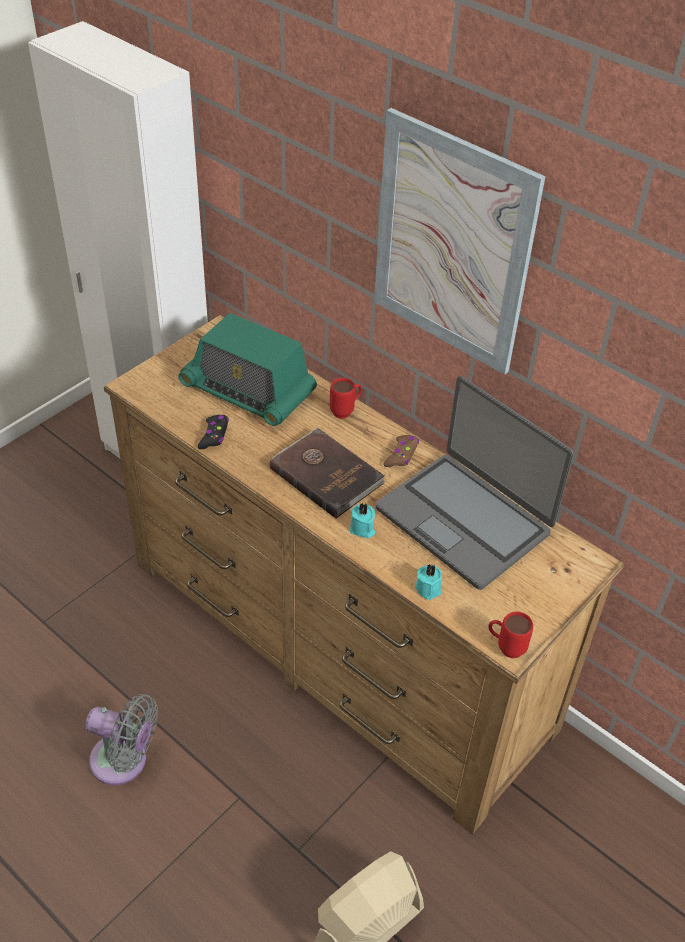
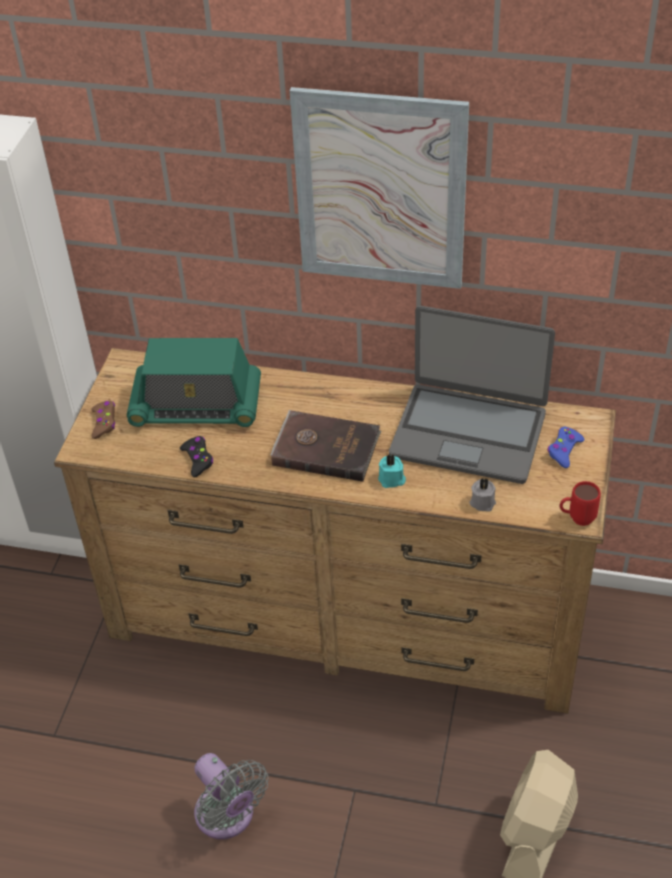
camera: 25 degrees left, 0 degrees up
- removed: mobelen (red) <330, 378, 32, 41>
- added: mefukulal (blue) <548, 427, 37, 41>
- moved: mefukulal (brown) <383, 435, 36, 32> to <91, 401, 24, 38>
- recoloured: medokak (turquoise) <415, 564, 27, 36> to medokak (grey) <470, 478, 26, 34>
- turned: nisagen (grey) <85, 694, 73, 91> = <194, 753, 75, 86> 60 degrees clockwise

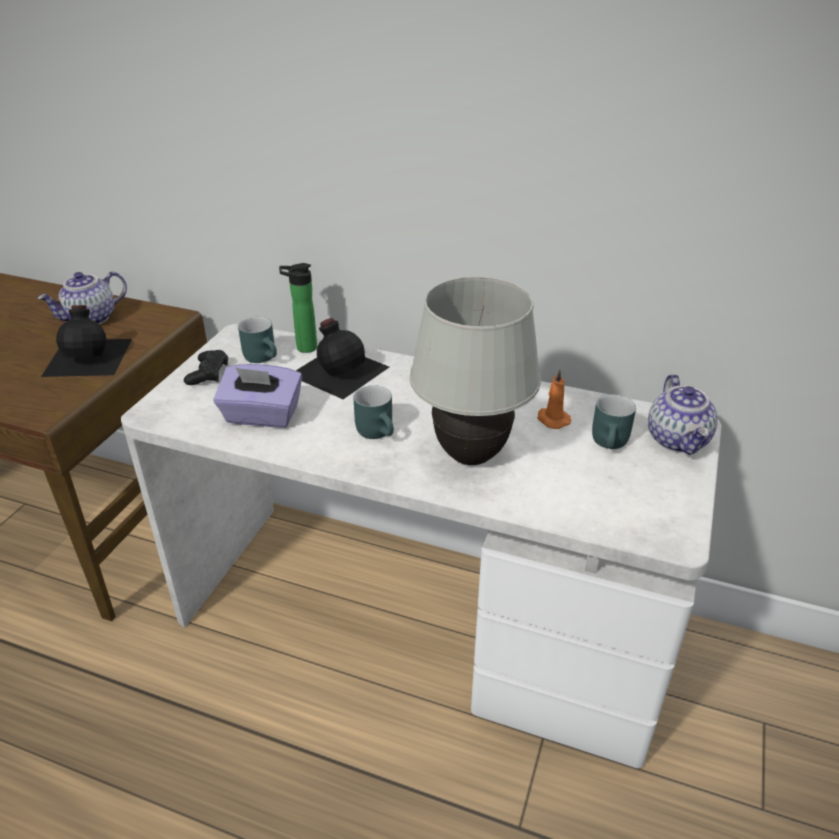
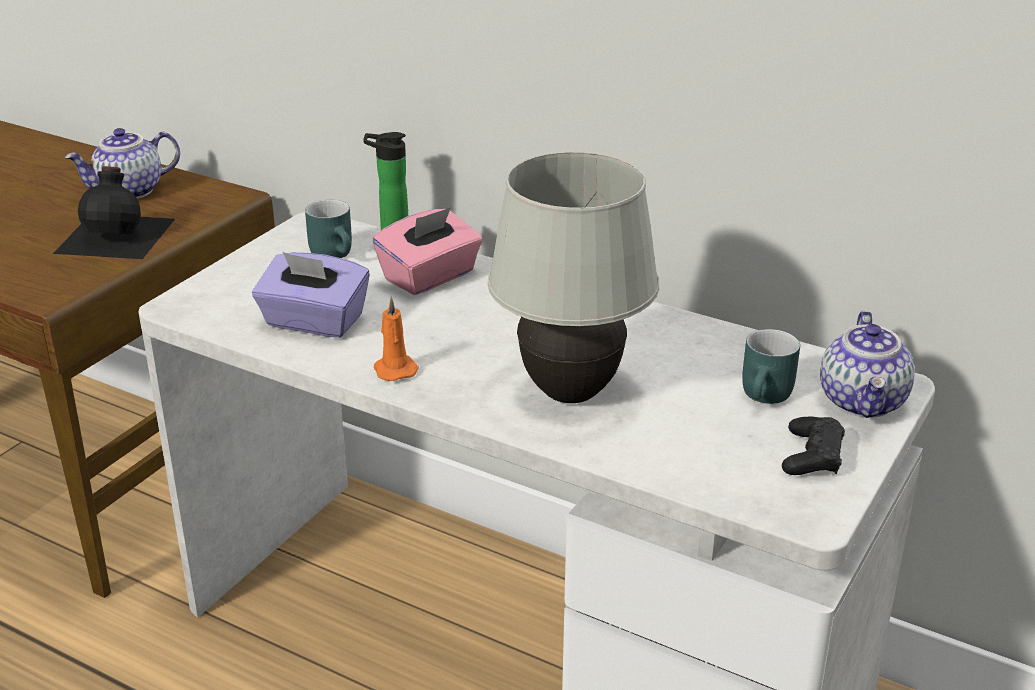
camera: 10 degrees right, 5 degrees down
- removed: mobelen (turquoise) <353, 385, 41, 54>
- moved: mefukulal (black) <184, 350, 44, 35> to <782, 417, 63, 58>
- moved: medokak (orange) <537, 369, 34, 60> to <374, 297, 45, 84>
- replaced: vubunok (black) <296, 318, 93, 81> to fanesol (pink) <373, 207, 110, 88>

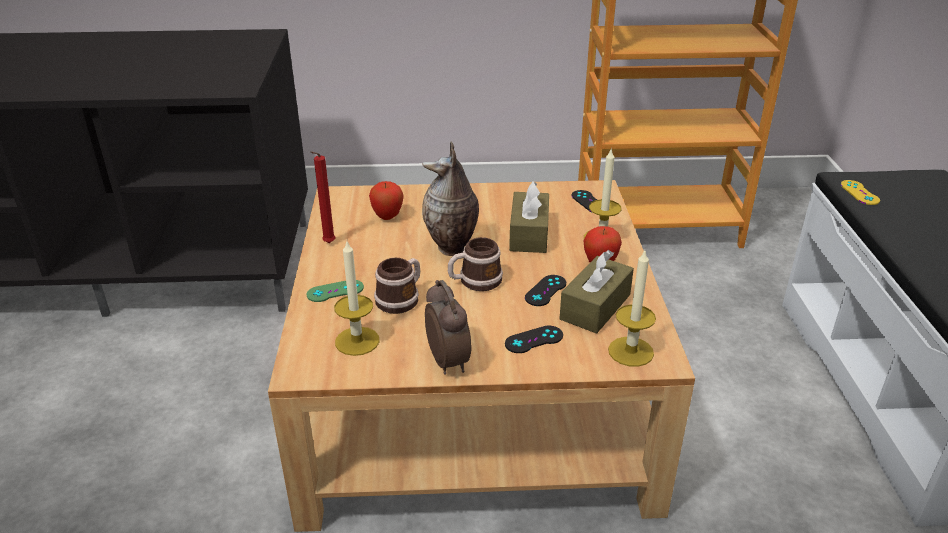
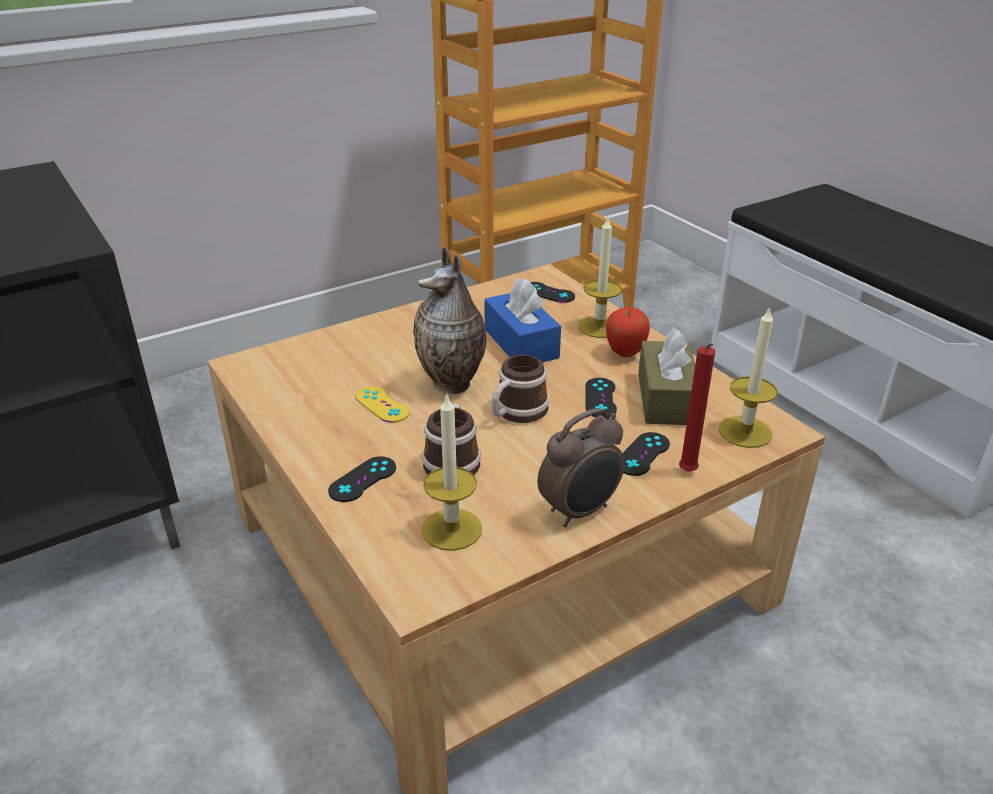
camera: 30 degrees left, 0 degrees up
- removed: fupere <369, 181, 35, 39>
- moved: medokak (red) <310, 151, 25, 92> to <679, 343, 36, 129>
- moved: mefukulal (yellow) <841, 180, 39, 25> to <355, 387, 54, 36>
- recoloured: mefukulal (green) <307, 280, 57, 22> to mefukulal (black) <328, 456, 68, 46>
- recoloured: fanesol (brown) <509, 182, 40, 71> to fanesol (blue) <484, 278, 77, 84>
- turned: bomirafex <425, 280, 46, 95> = <537, 408, 87, 119> 105 degrees clockwise

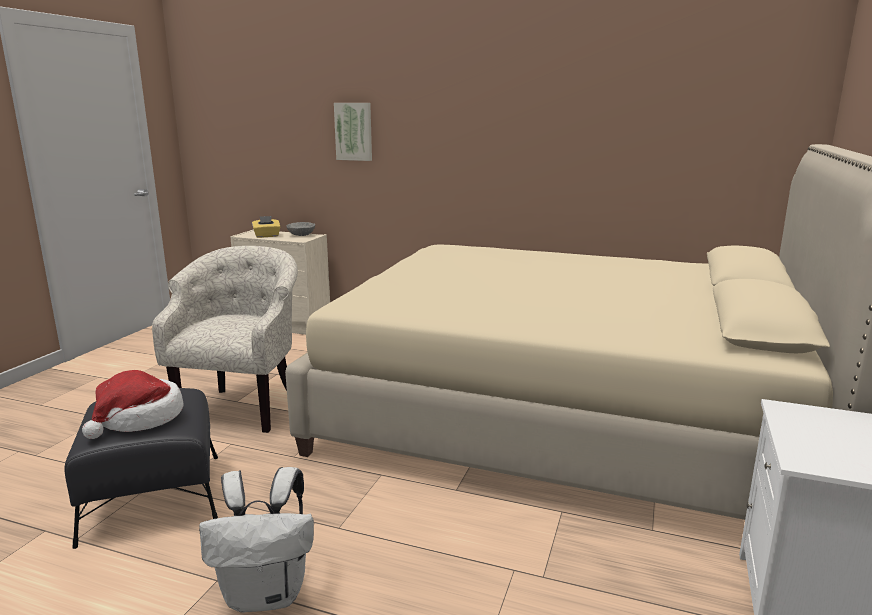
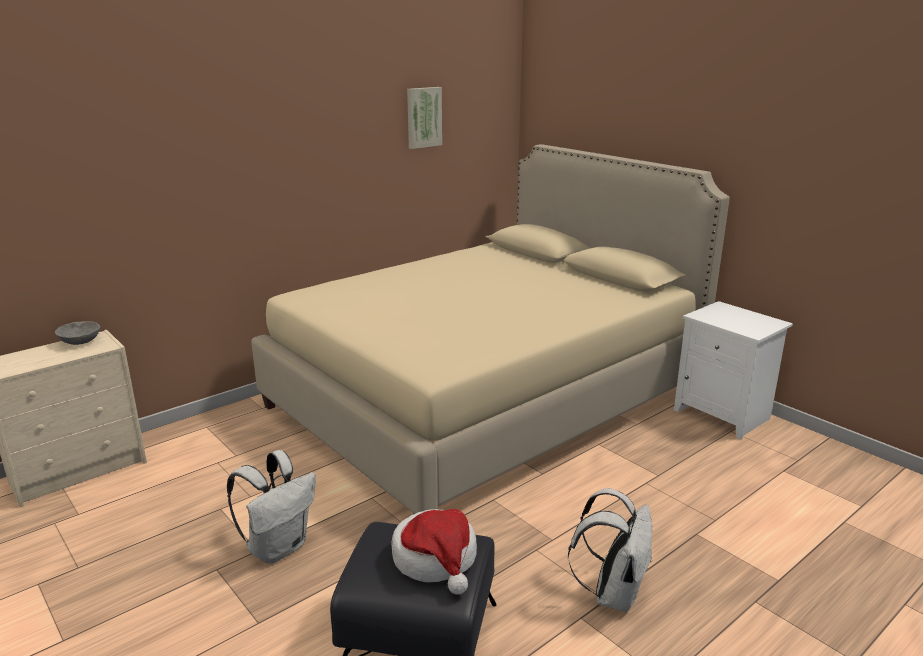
camera: 60 degrees left, 5 degrees up
- removed: fanesol (yellow) <252, 216, 28, 22>
- moved: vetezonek <334, 103, 38, 58> to <407, 87, 35, 62>
- replaced: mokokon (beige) <152, 246, 146, 187> to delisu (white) <227, 450, 89, 113>

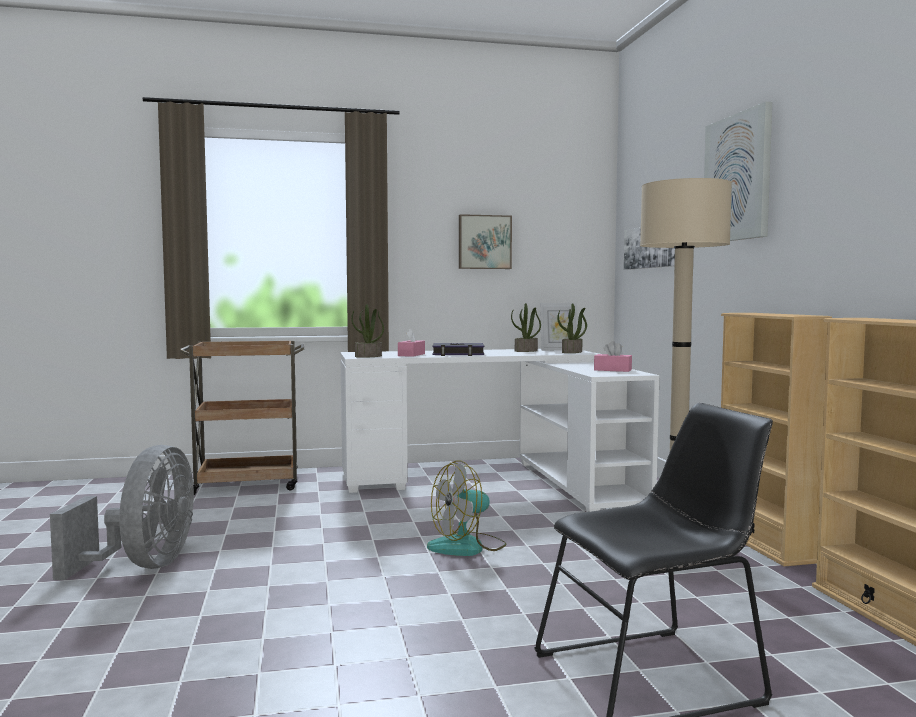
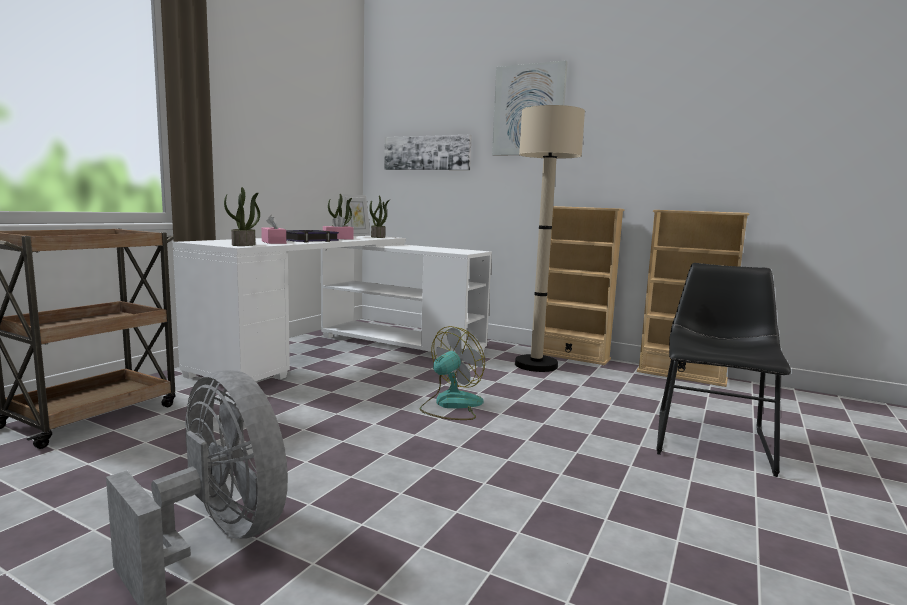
camera: 50 degrees left, 5 degrees up
- removed: vetezonek <459, 214, 53, 55>
- moved: fanesol (pink) <594, 341, 38, 31> to <323, 215, 31, 24>
- turned: nisagen <427, 460, 79, 96> = <420, 326, 65, 94> 150 degrees counterclockwise

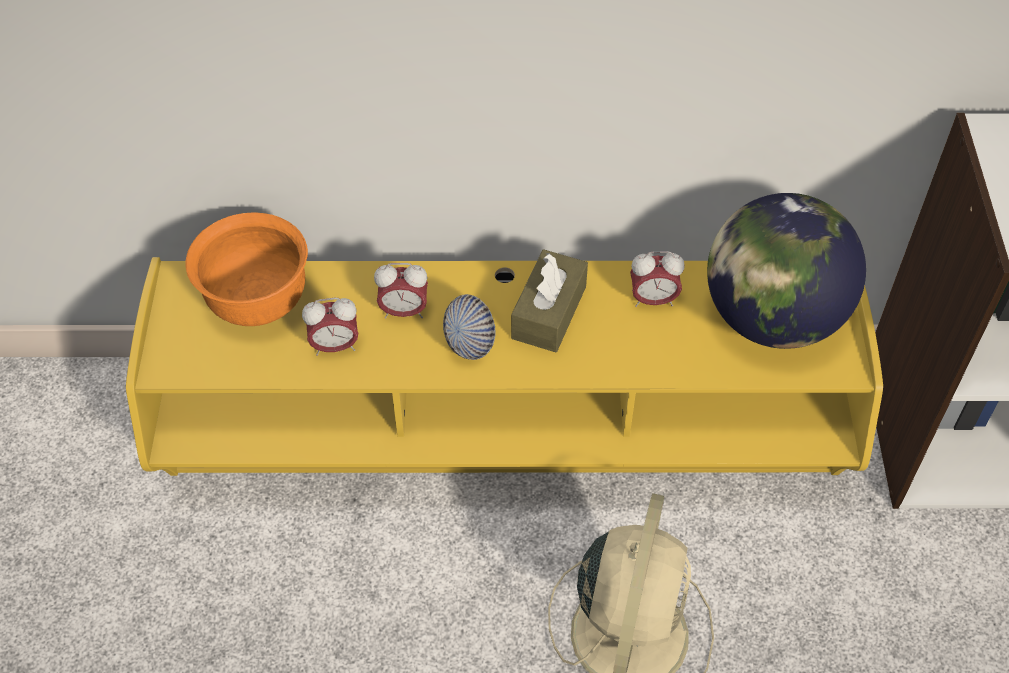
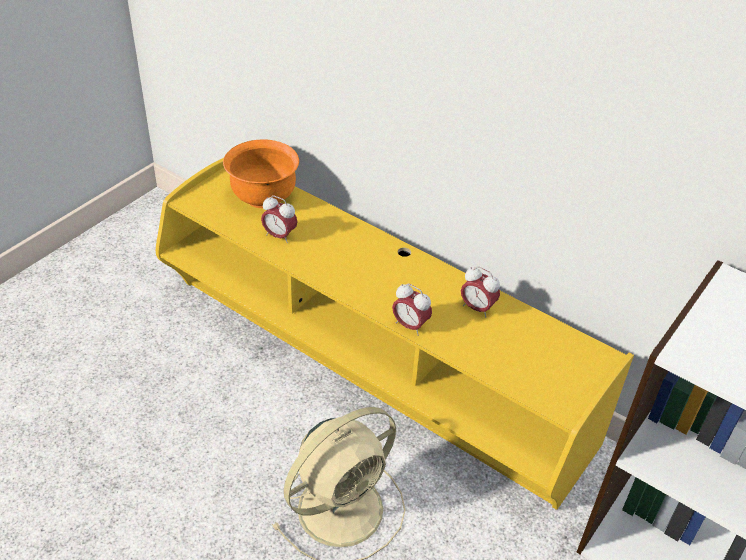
camera: 35 degrees right, 10 degrees down
- removed: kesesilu <443, 294, 52, 66>
- removed: fanesol (brown) <511, 249, 77, 103>
- removed: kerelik <707, 193, 159, 156>
- moved: bomirafex <374, 263, 54, 55> to <392, 284, 40, 52>

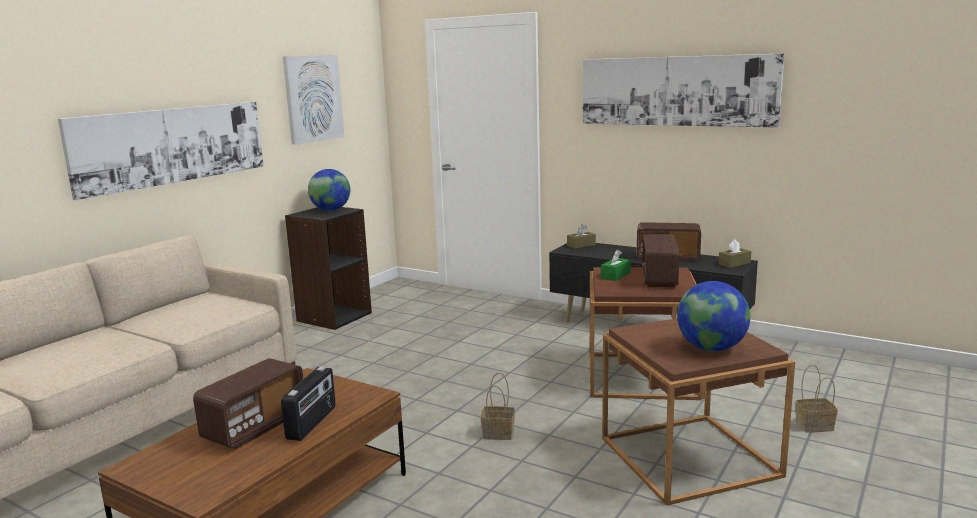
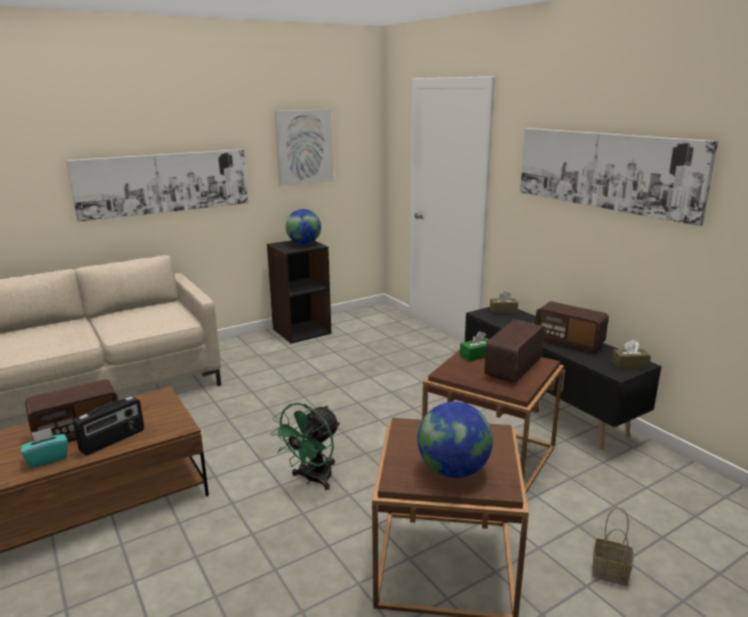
camera: 25 degrees right, 5 degrees up
- added: fanesol (turquoise) <21, 428, 47, 40>
- replaced: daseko <481, 373, 34, 67> to nisagen (green) <271, 403, 69, 87>

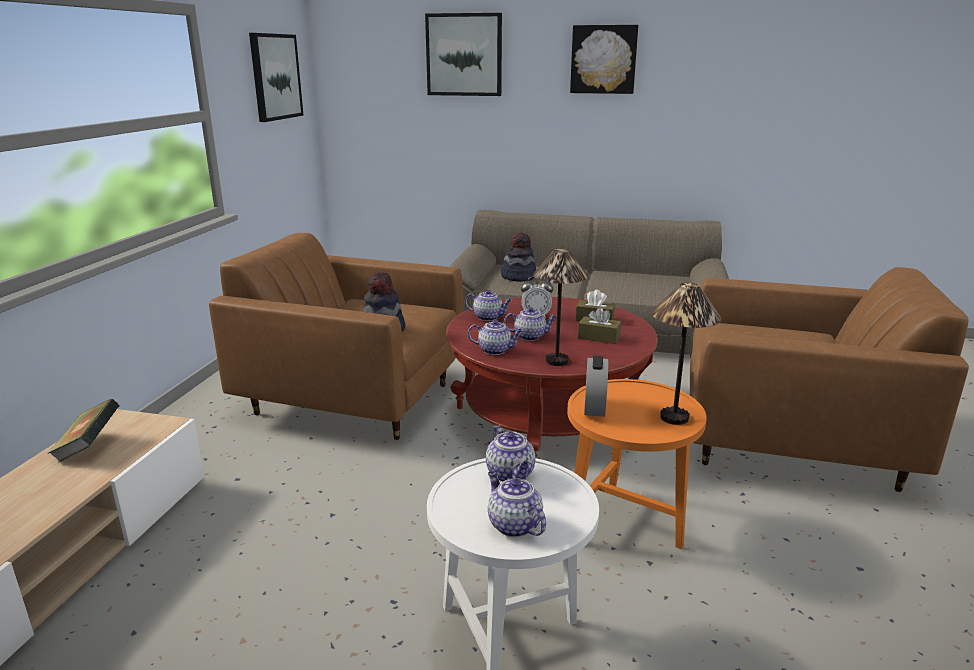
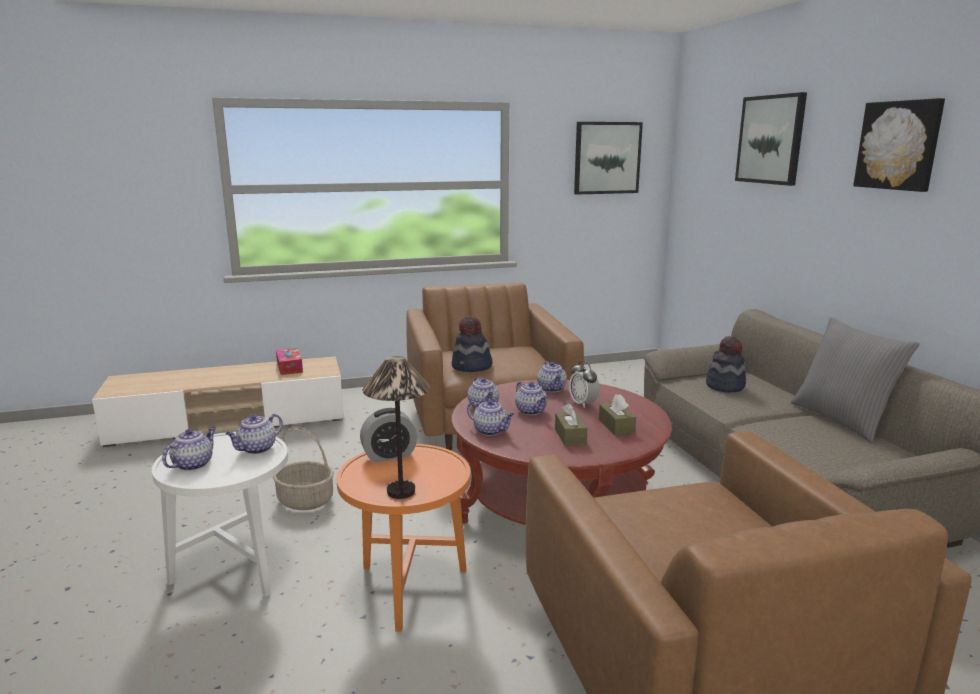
camera: 60 degrees right, 5 degrees down
- added: daseko <273, 427, 61, 83>
- added: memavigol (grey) <791, 317, 129, 126>
- replaced: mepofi <47, 399, 72, 64> to fanesol <276, 348, 27, 27>
- replaced: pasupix <533, 249, 55, 117> to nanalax <467, 400, 47, 36>

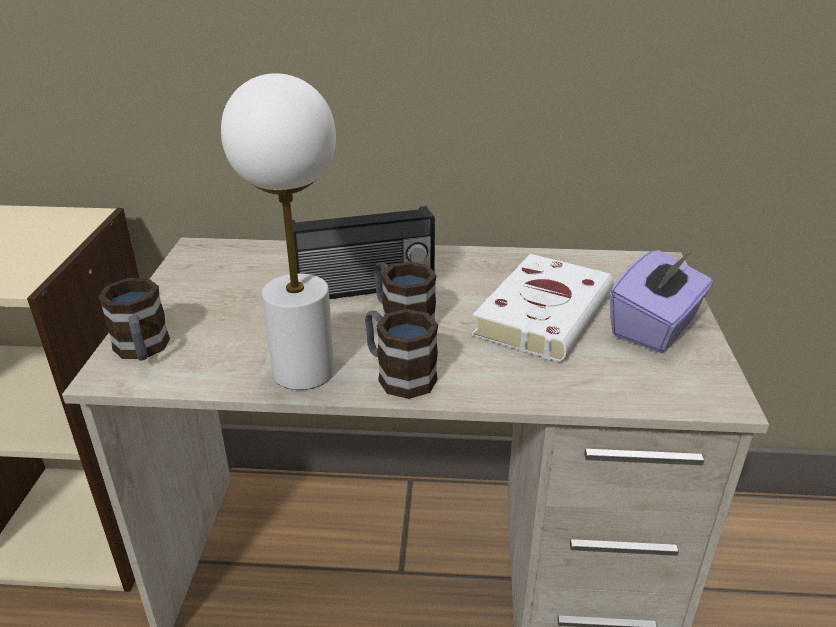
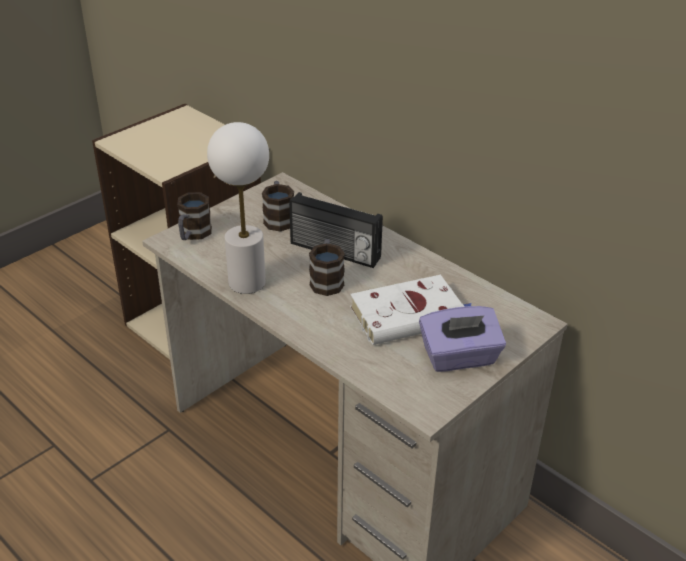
camera: 40 degrees right, 5 degrees up
- moved: mobelen <365, 309, 73, 90> to <262, 181, 32, 50>

